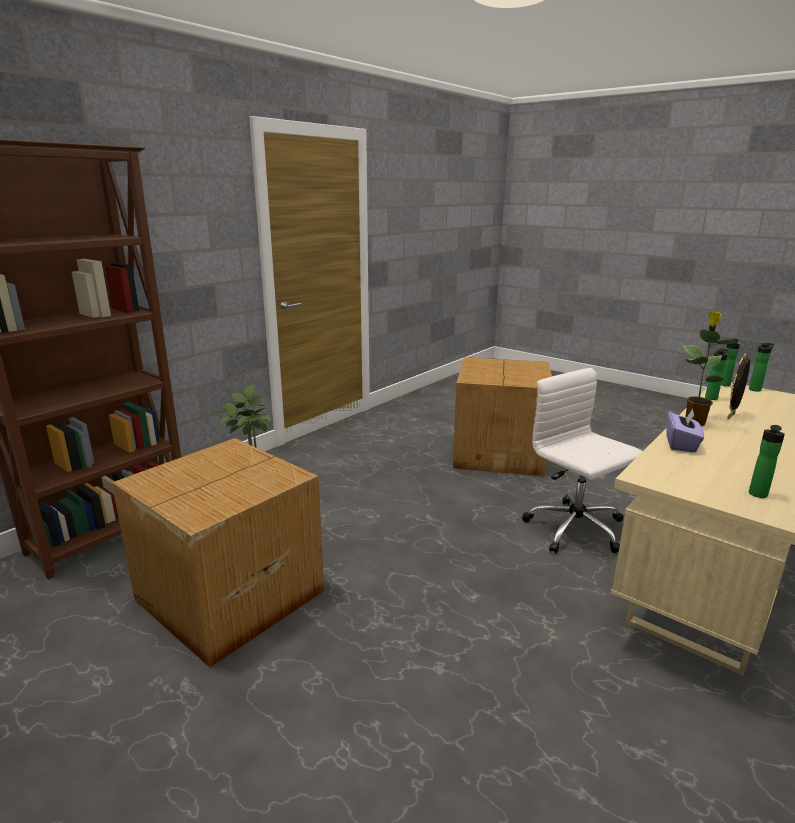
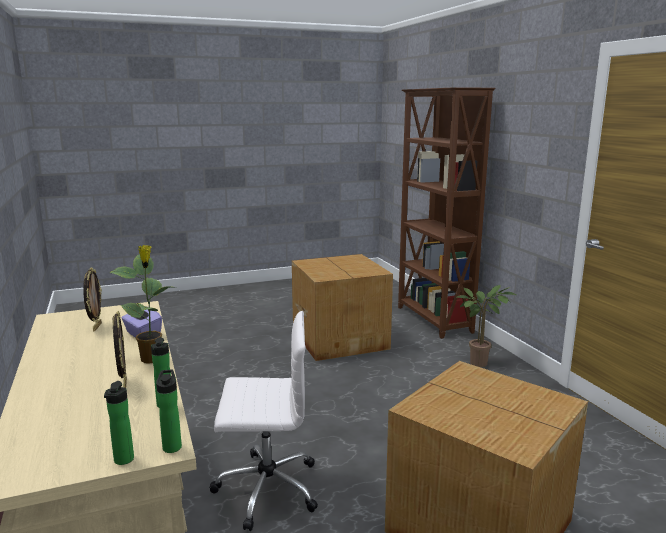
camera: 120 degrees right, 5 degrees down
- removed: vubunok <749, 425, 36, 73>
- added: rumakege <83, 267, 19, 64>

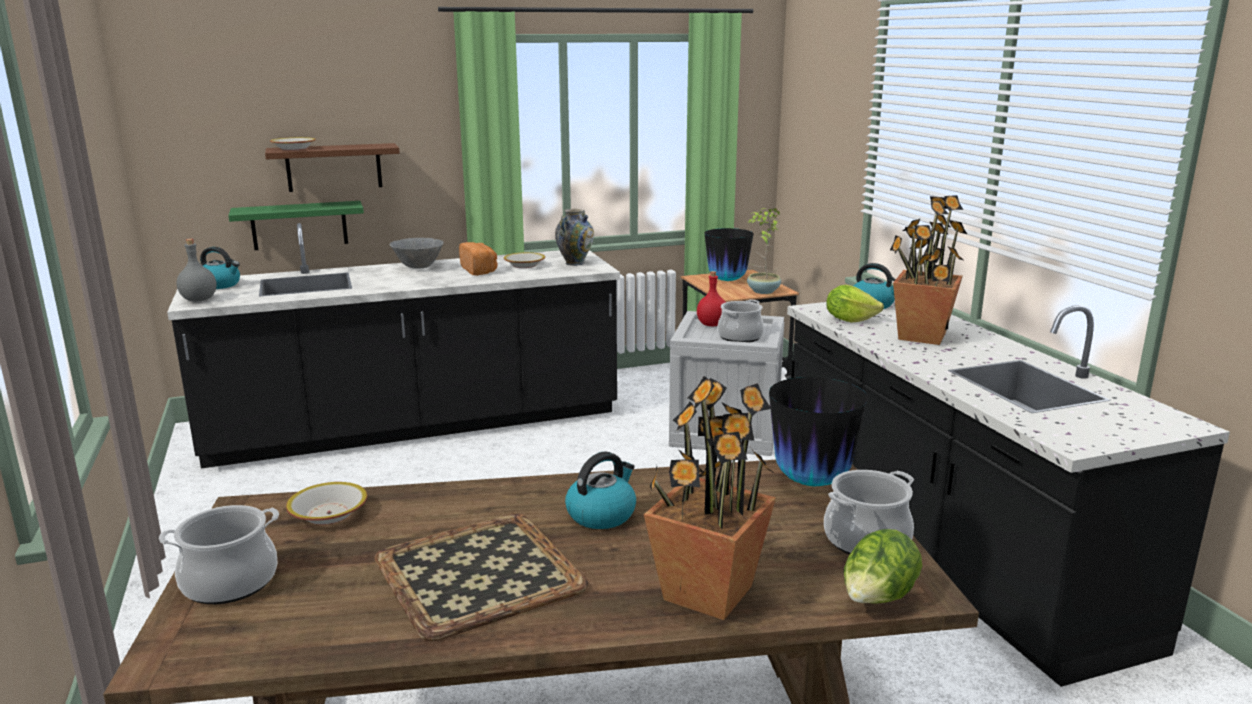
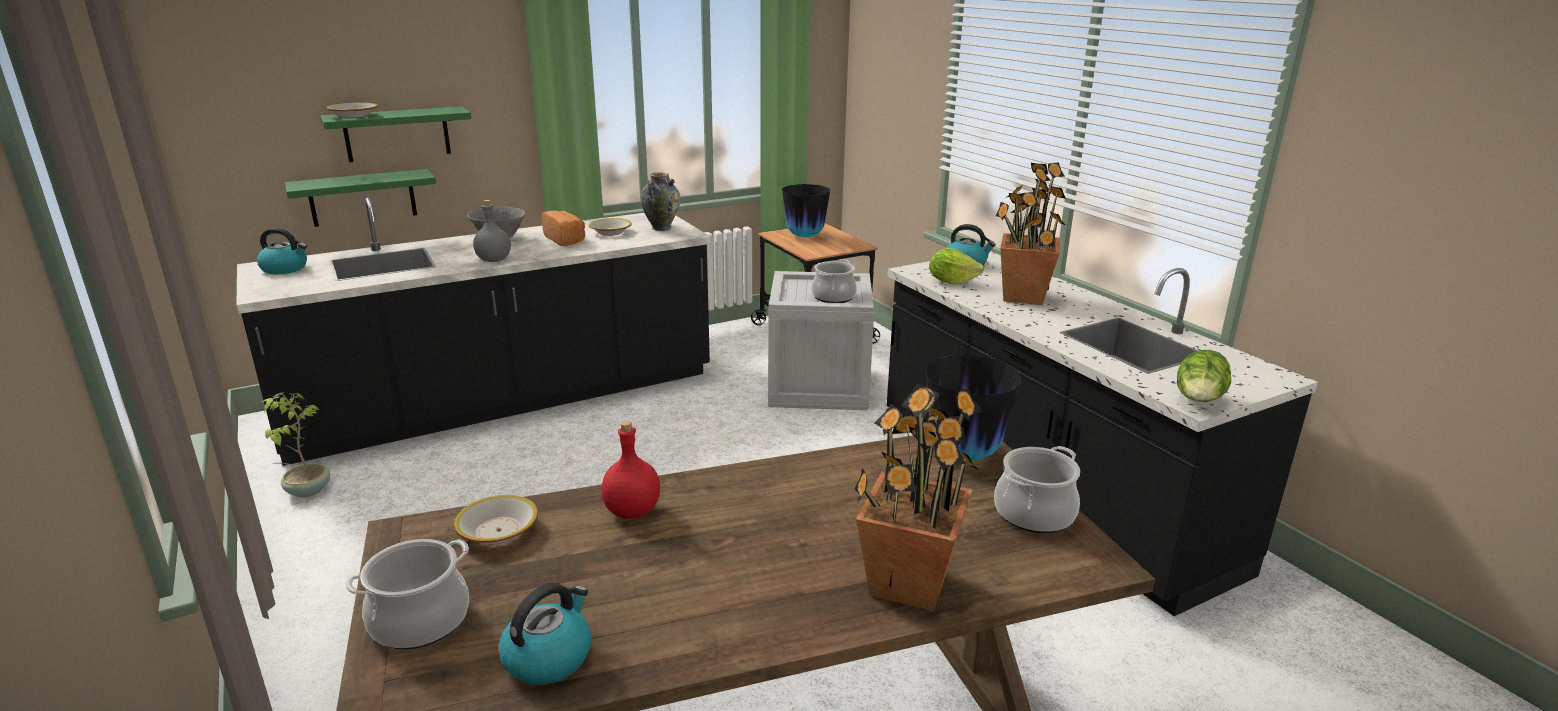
camera: 10 degrees left, 5 degrees up
- removed: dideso <374, 513, 214, 128>
- moved: vubunok (grey) <176, 239, 41, 63> to <473, 200, 38, 62>
- moved: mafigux <565, 451, 71, 78> to <499, 582, 92, 103>
- moved: vubunok (red) <697, 271, 29, 55> to <601, 421, 59, 98>
- moved: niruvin <747, 208, 34, 86> to <262, 393, 68, 105>
- moved: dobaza <844, 529, 78, 75> to <1177, 350, 54, 52>
- recoloured: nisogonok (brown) <265, 143, 135, 49> to nisogonok (green) <320, 106, 152, 56>

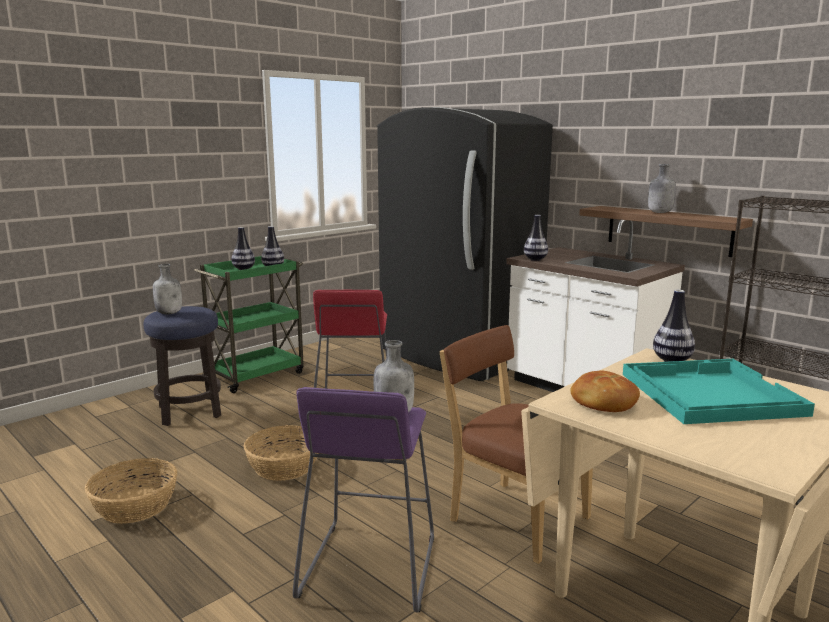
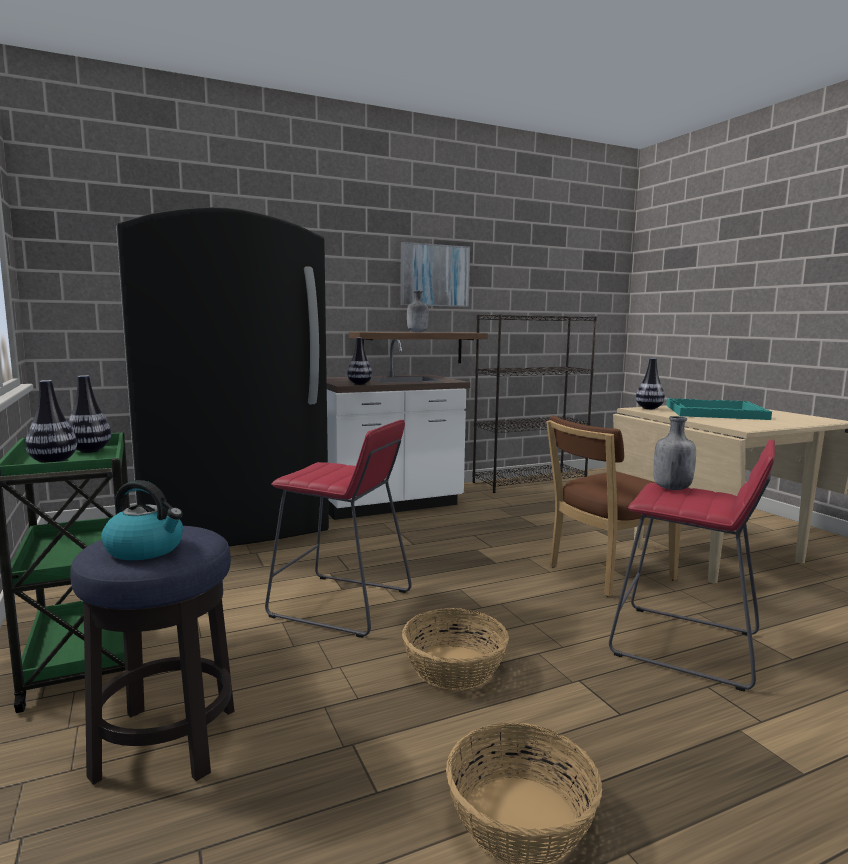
camera: 70 degrees left, 5 degrees down
- removed: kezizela <570, 370, 70, 42>
- added: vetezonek <400, 242, 70, 65>
- replaced: vubunok (grey) <153, 264, 29, 50> to mafigux <101, 480, 82, 80>
- recoloured: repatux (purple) <293, 387, 141, 225> to repatux (red) <609, 439, 167, 253>

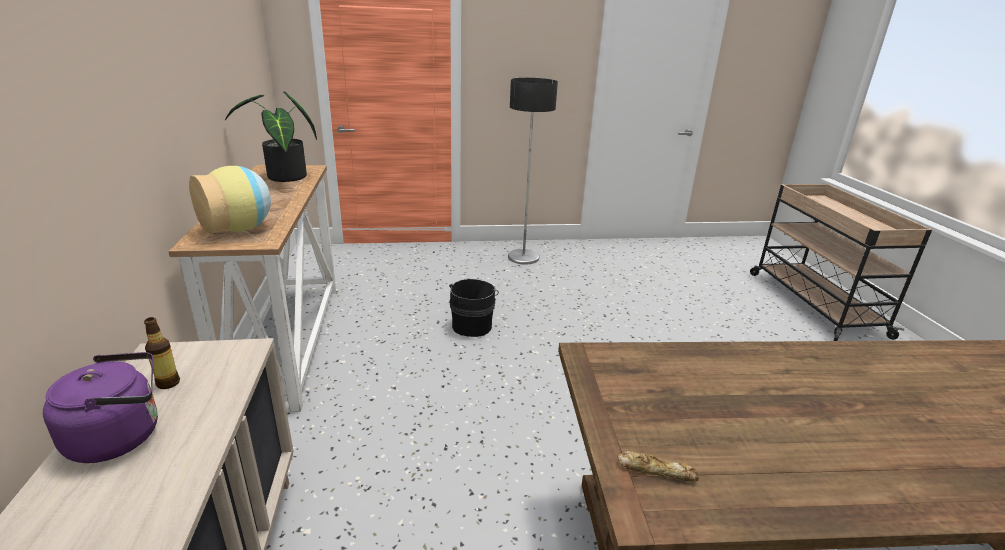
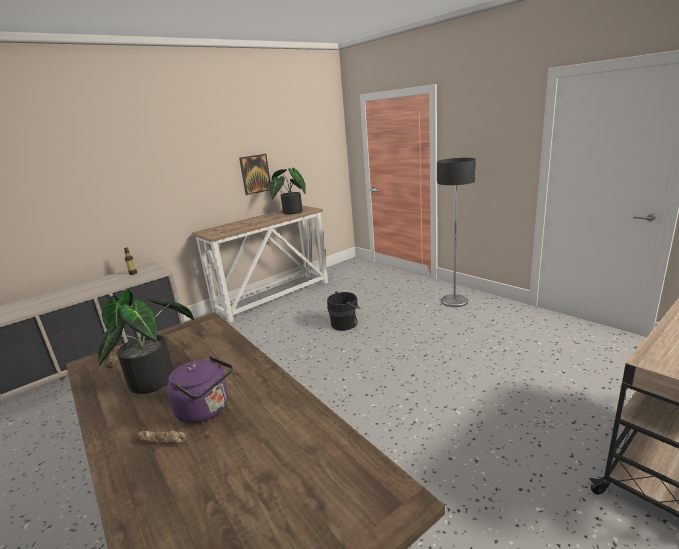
camera: 60 degrees right, 5 degrees down
- removed: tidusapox <189, 166, 82, 69>
- added: niruvin <98, 289, 96, 105>
- added: kezizela <135, 430, 51, 15>
- added: vetezonek <239, 154, 32, 41>
- moved: mafigux (purple) <43, 352, 115, 111> to <167, 356, 66, 68>

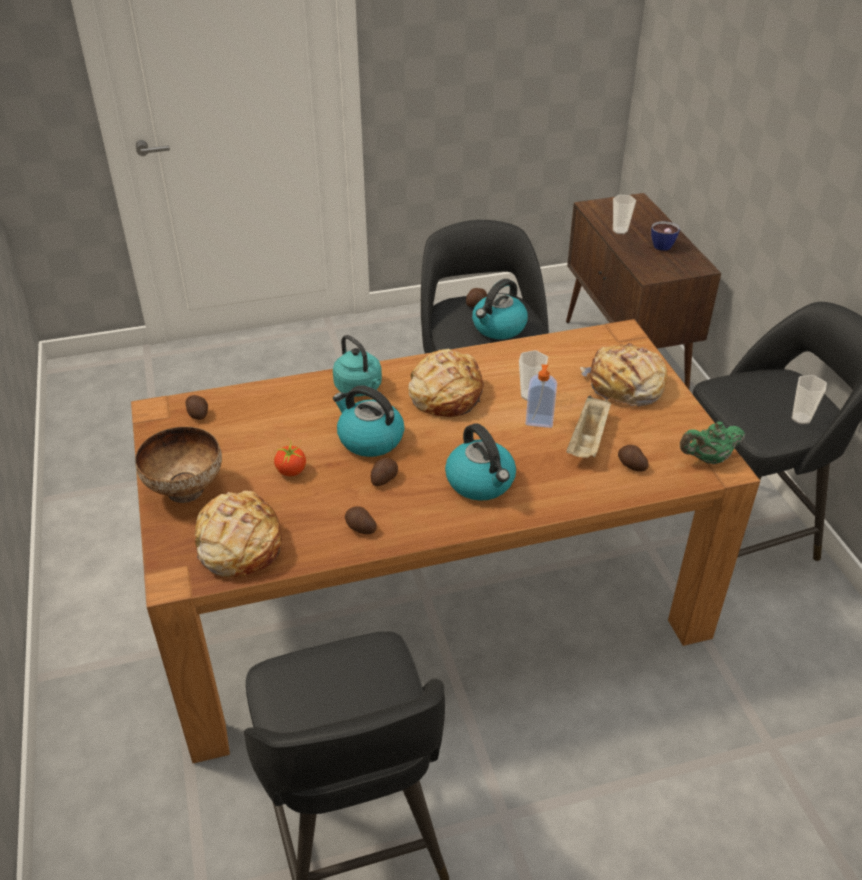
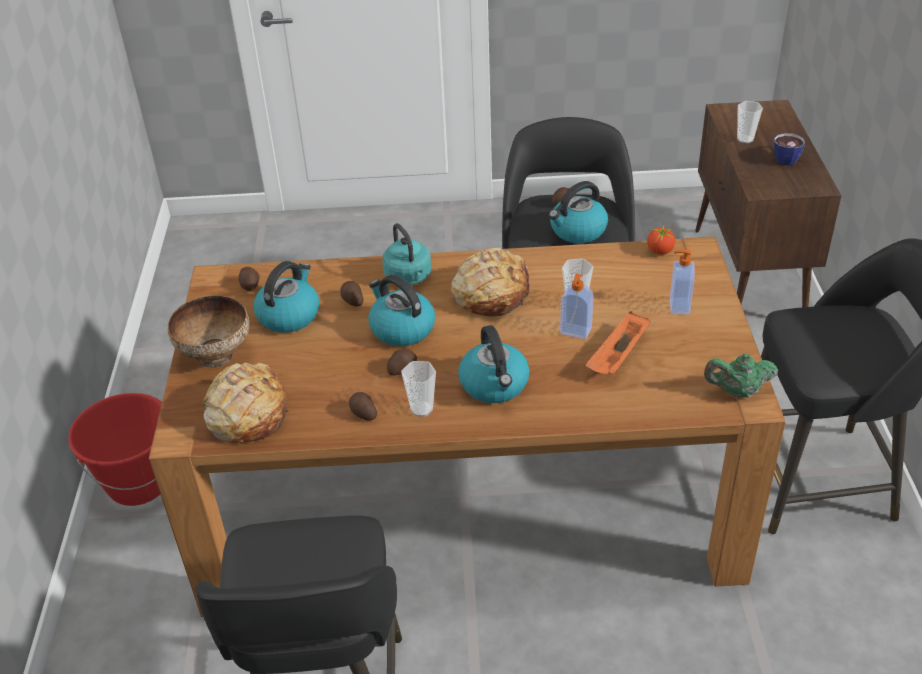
camera: 15 degrees right, 0 degrees up
- added: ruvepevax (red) <68, 393, 94, 113>
- added: mafigux <254, 261, 65, 72>
- moved: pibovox <274, 439, 32, 37> to <647, 221, 29, 34>
- moved: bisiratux <618, 445, 30, 27> to <341, 281, 23, 26>
- moved: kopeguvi <792, 375, 35, 49> to <401, 361, 35, 56>
- replaced: kezizela <580, 343, 88, 63> to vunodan <670, 249, 25, 66>
- recoloured: dideso (beige) <566, 396, 45, 62> to dideso (orange) <586, 311, 64, 64>

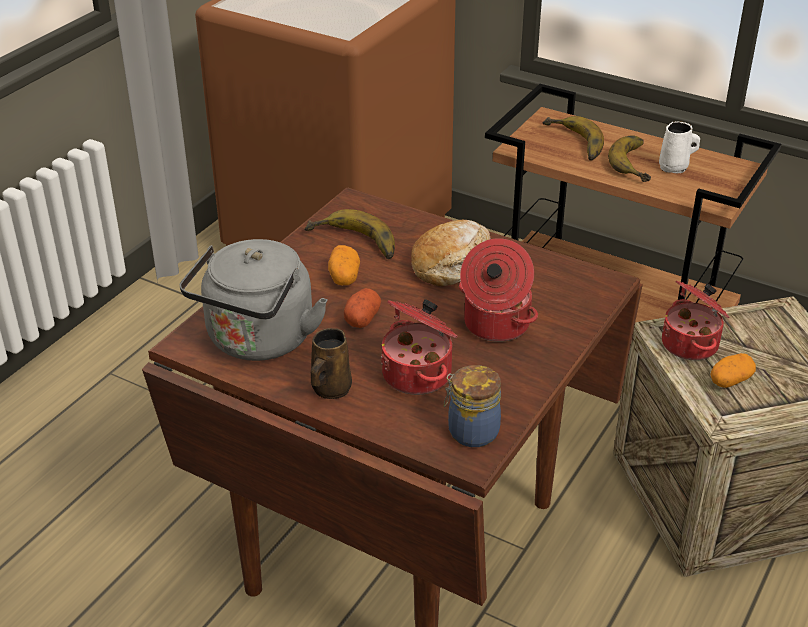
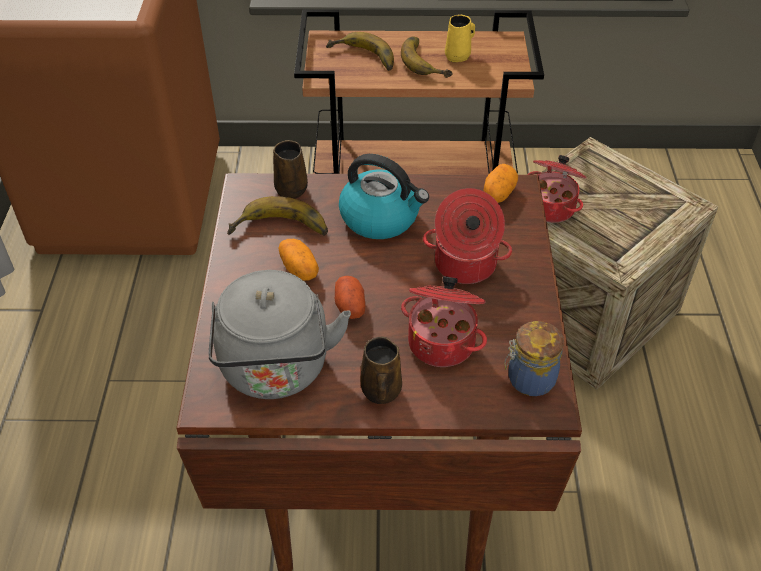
camera: 30 degrees left, 10 degrees up
- added: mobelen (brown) <273, 140, 35, 59>
- moved: bisiratux <710, 353, 46, 35> to <483, 164, 35, 39>
- replaced: kezizela <411, 219, 79, 67> to mafigux <339, 154, 90, 85>
- recoloured: mobelen (white) <659, 121, 41, 52> to mobelen (yellow) <445, 15, 30, 48>

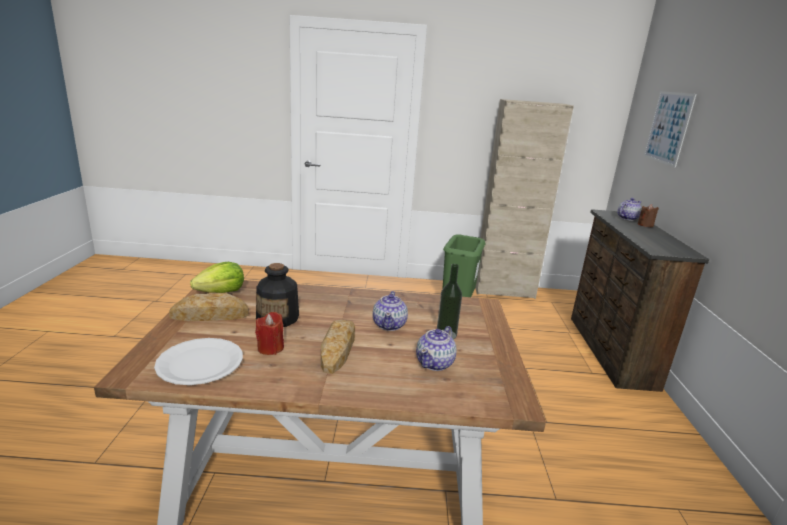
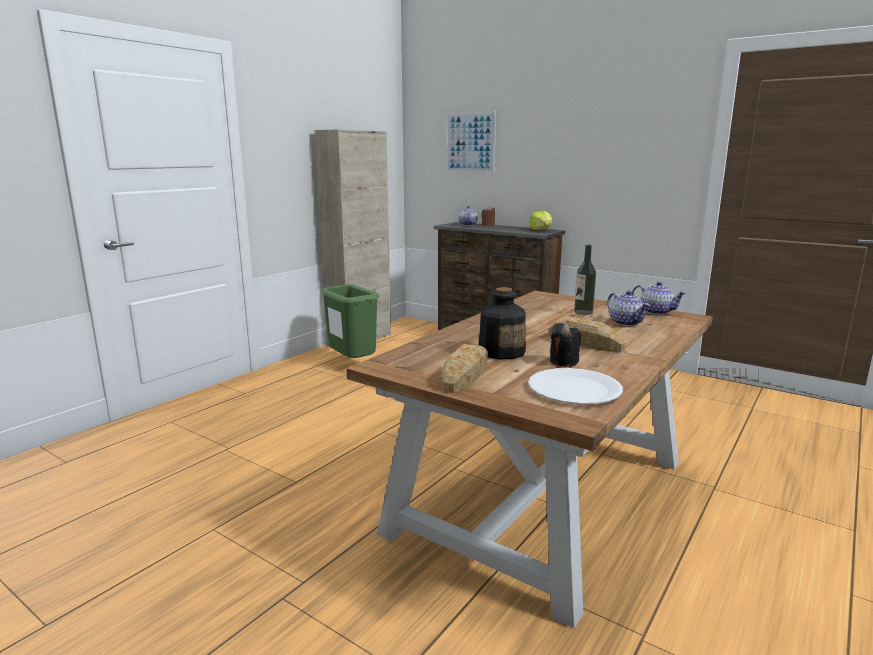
camera: 55 degrees left, 5 degrees down
- moved: dobaza <190, 262, 54, 31> to <529, 210, 23, 21>
- moved: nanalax <373, 291, 35, 40> to <632, 281, 54, 34>
- recoloured: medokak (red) <255, 312, 29, 43> to medokak (black) <550, 323, 31, 44>

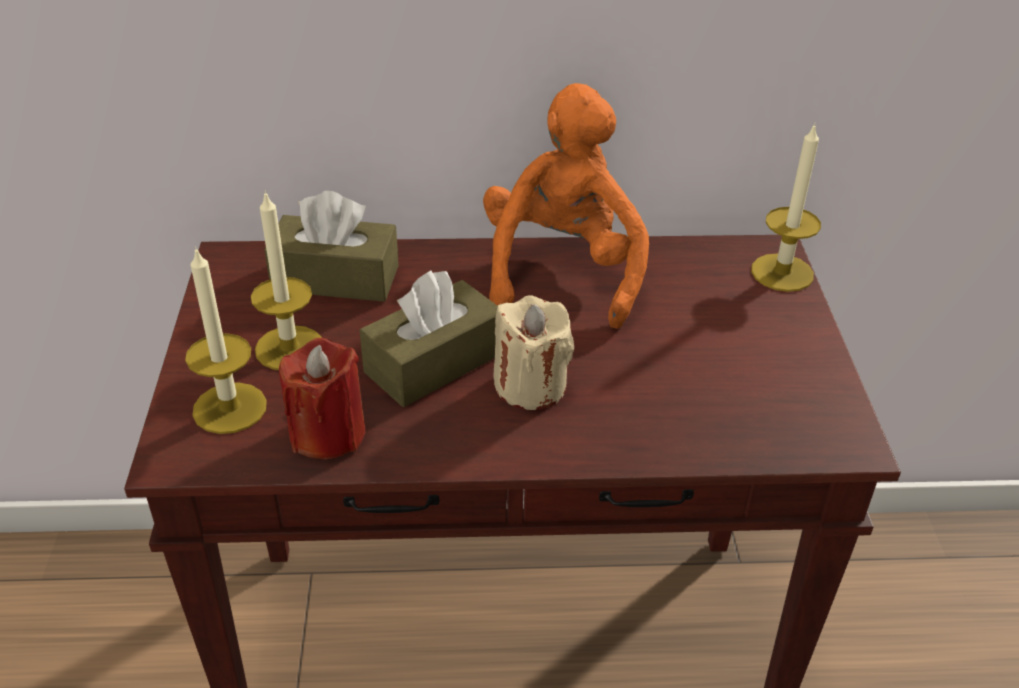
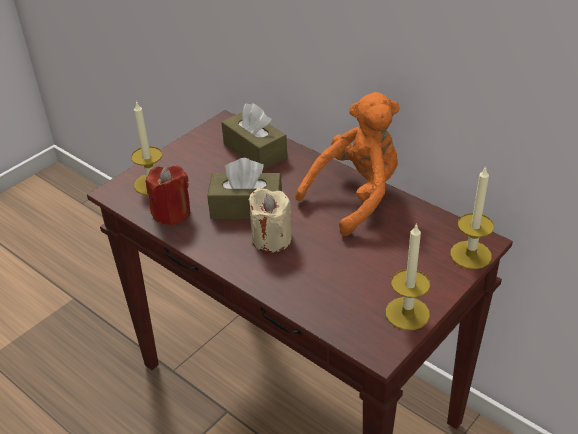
camera: 45 degrees right, 0 degrees up
- moved: medokak <251, 190, 71, 180> to <386, 223, 44, 107>

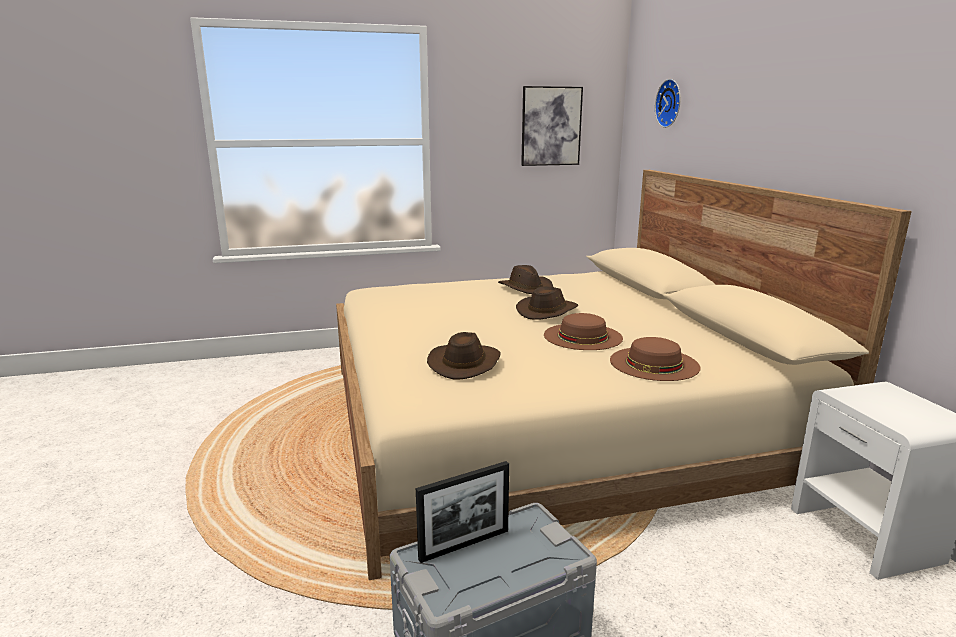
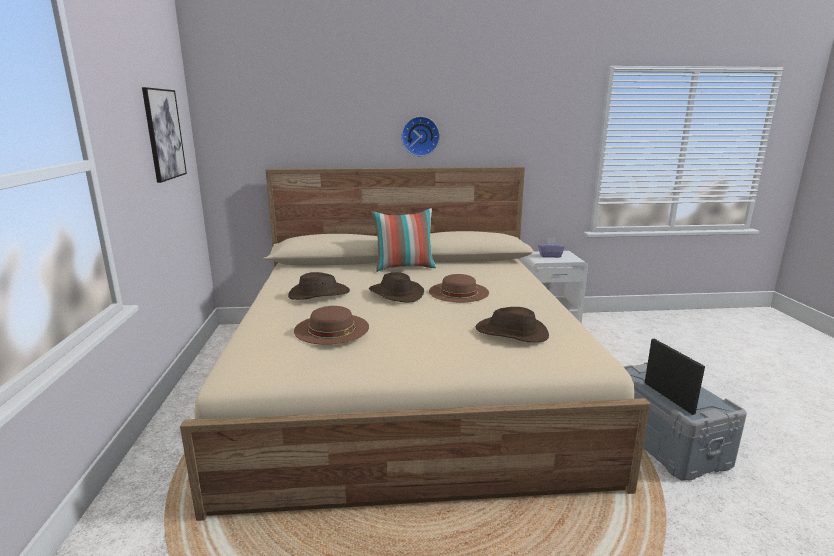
camera: 80 degrees left, 0 degrees up
- added: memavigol <371, 208, 66, 64>
- added: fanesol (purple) <538, 238, 27, 20>
- moved: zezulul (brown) <610, 337, 90, 44> to <294, 306, 75, 39>
- moved: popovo <655, 79, 26, 49> to <401, 116, 39, 40>

